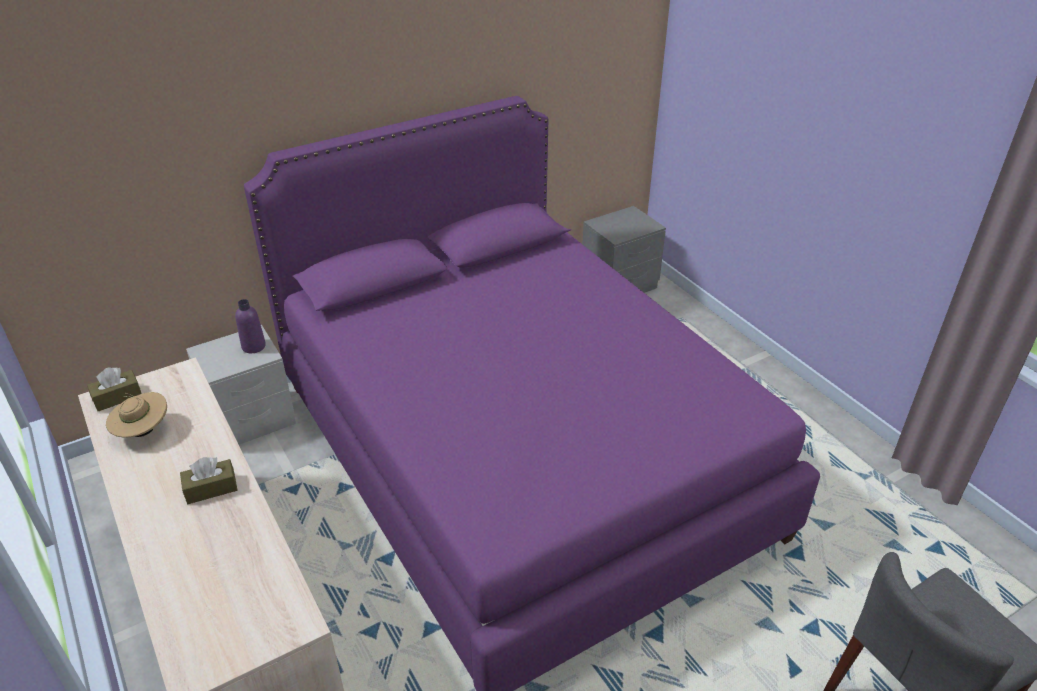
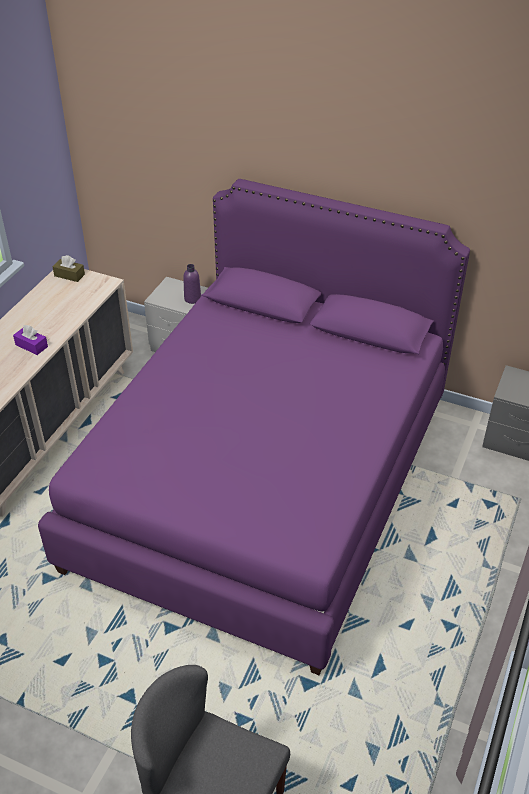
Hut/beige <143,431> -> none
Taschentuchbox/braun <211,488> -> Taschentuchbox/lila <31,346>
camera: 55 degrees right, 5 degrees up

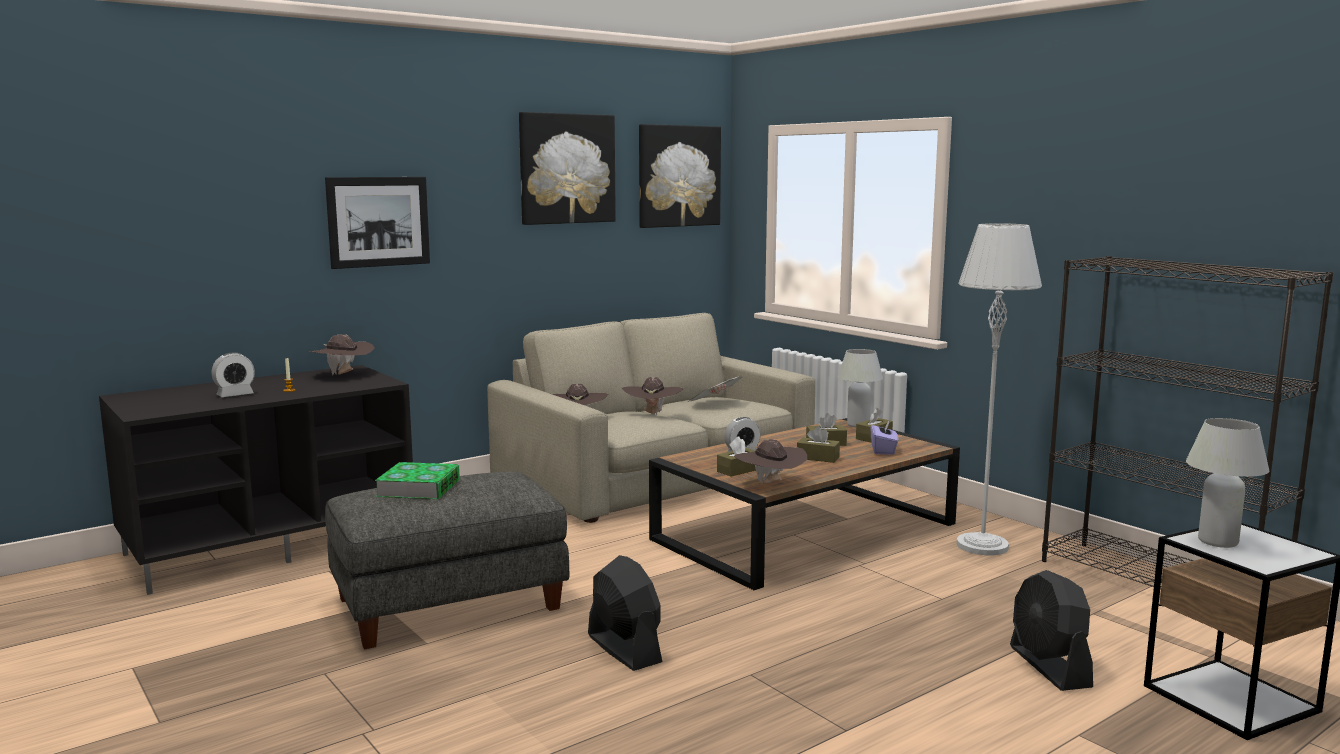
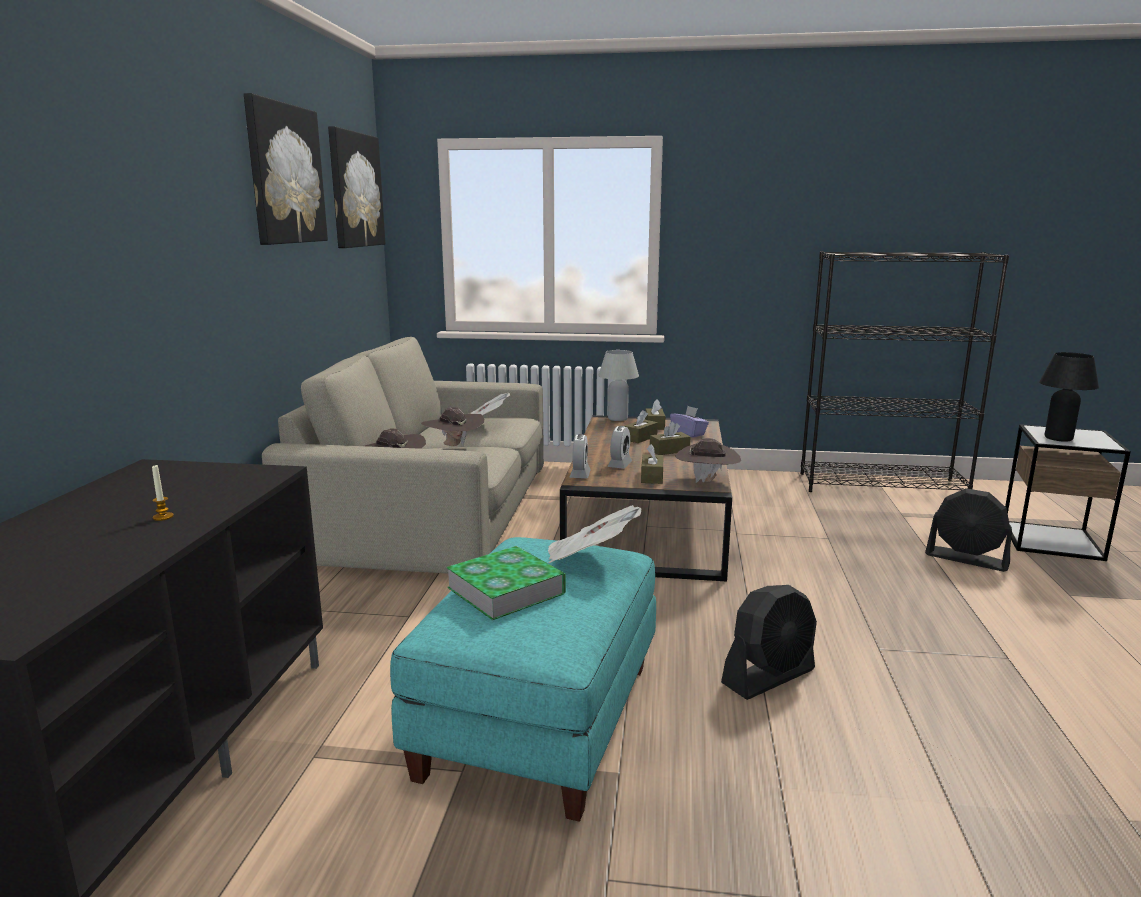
Bild <378,221> -> none
Stehlampe/grau <982,546> -> none
Hut/braun <343,375> -> none
Wecker <235,395> -> Wecker <580,474>, shifted
Tischlampe/weiß <1218,542> -> Tischlampe/schwarz <1058,438>
Polsterhocker/grau <449,603> -> Polsterhocker/türkis <538,717>
Ventilator/schwarz <624,648> -> Ventilator/schwarz <769,676>, 135 degrees clockwise
none -> Zeitung <590,558>
camera: 45 degrees left, 5 degrees up

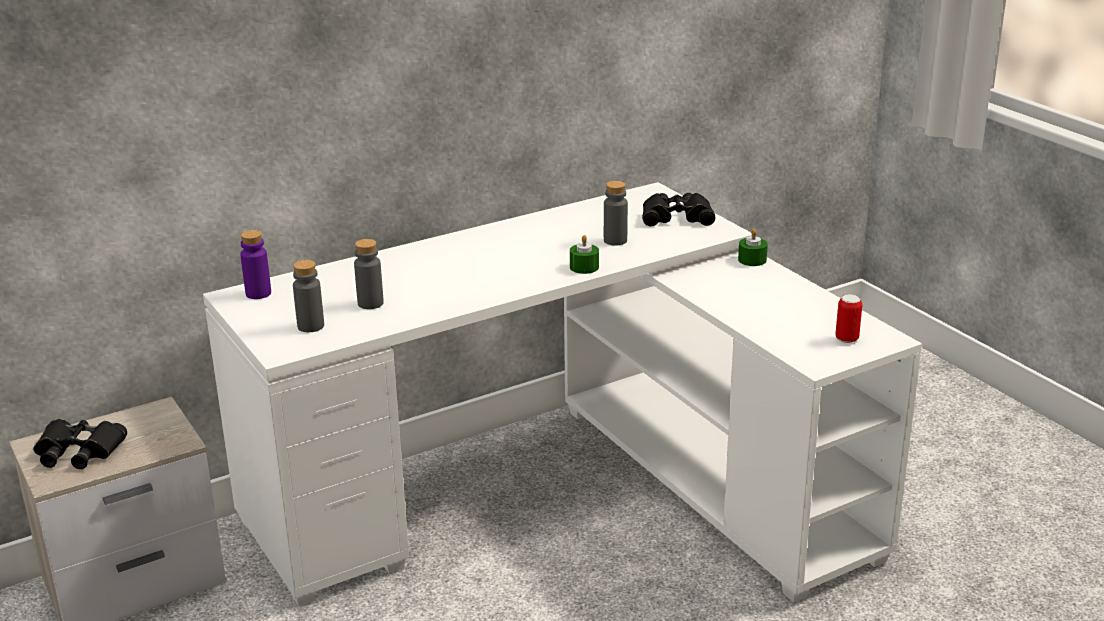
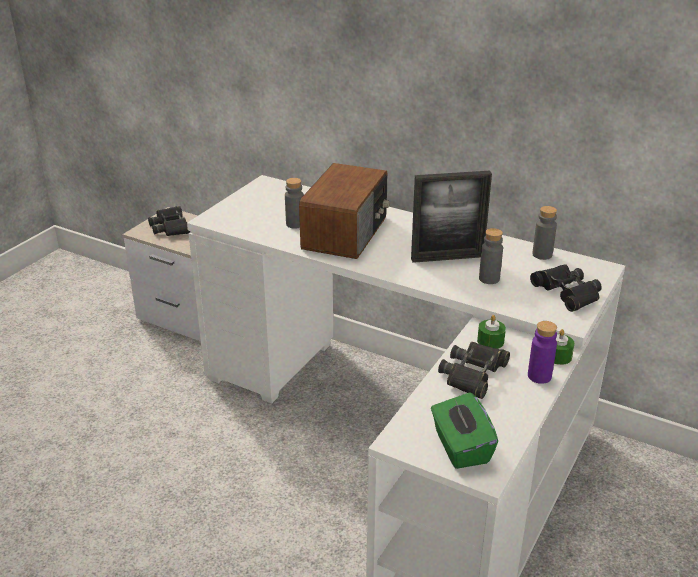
Flasche/lila <258,293> -> Flasche/lila <539,376>, shifted
Kerze/grün <584,267> -> Kerze/grün <490,341>, shifted
Flasche/grau <310,326> -> Flasche/grau <542,255>, shifted
Dose <846,339> -> Taschentuchbox/grün <460,447>
none -> Radio <346,233>
none -> Bilderrahmen <447,258>
none -> Fernglas/schwarz <473,374>
camera: 60 degrees right, 5 degrees up

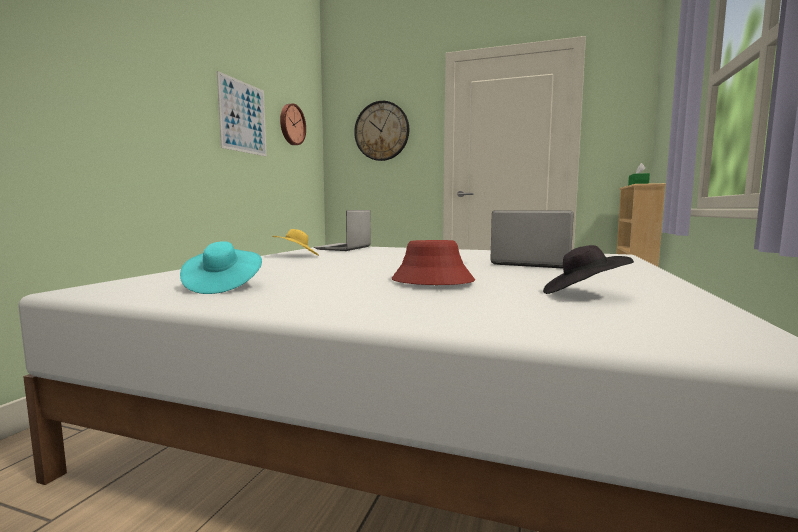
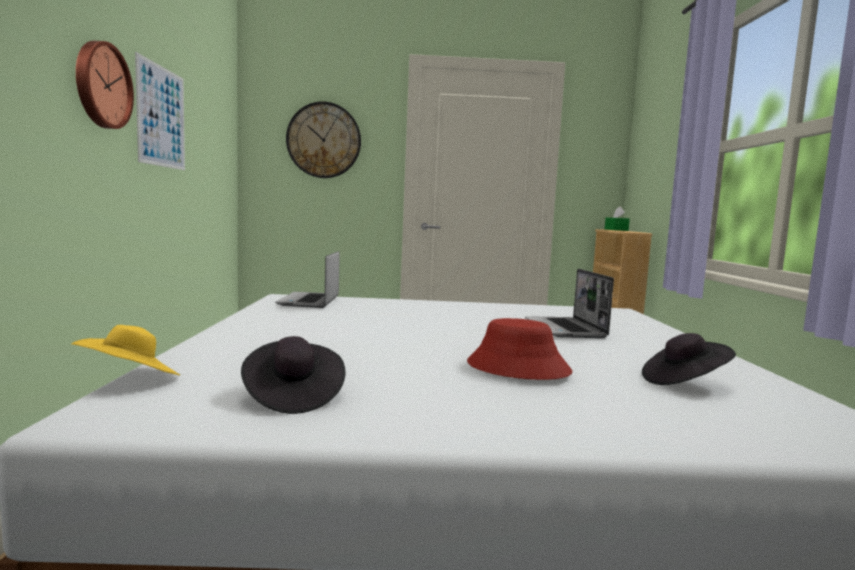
Wanduhr <291,124> -> Wanduhr <101,85>, shifted
Laptop <531,263> -> Laptop <566,329>, 105 degrees counterclockwise
Hut/gelb <297,256> -> Hut/gelb <130,380>, shifted
Hut/türkis <222,287> -> Hut/schwarz <292,397>
camera: 20 degrees left, 0 degrees up

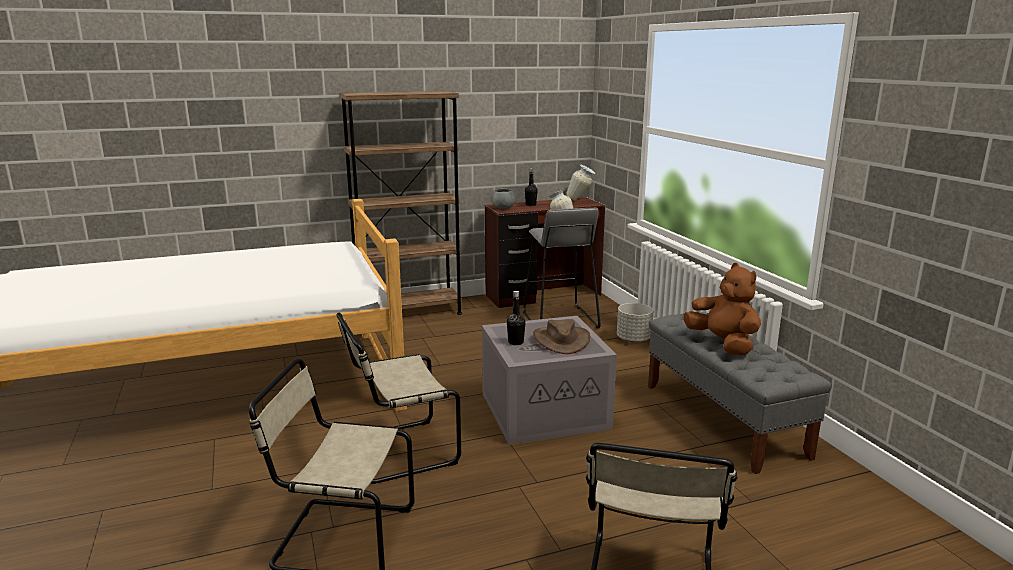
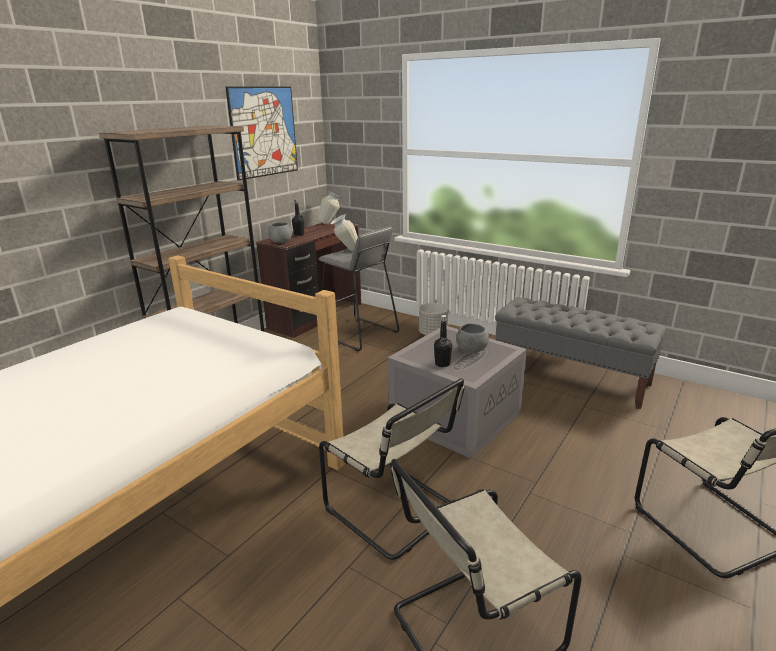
Plüschtier/braun <723,344> -> none
Stuhl/beige <397,452> -> Stuhl/beige <395,511>, 75 degrees counterclockwise
Hut/braun <561,340> -> Schüssel/grau <471,350>
none -> Bild <264,132>
camera: 35 degrees left, 5 degrees up

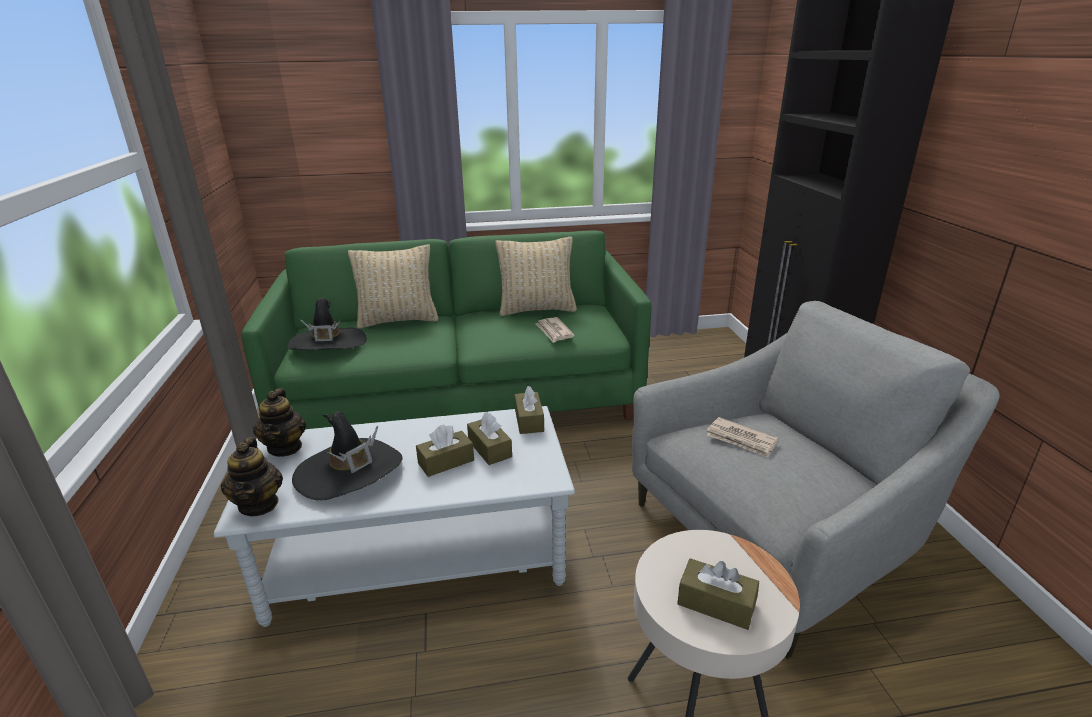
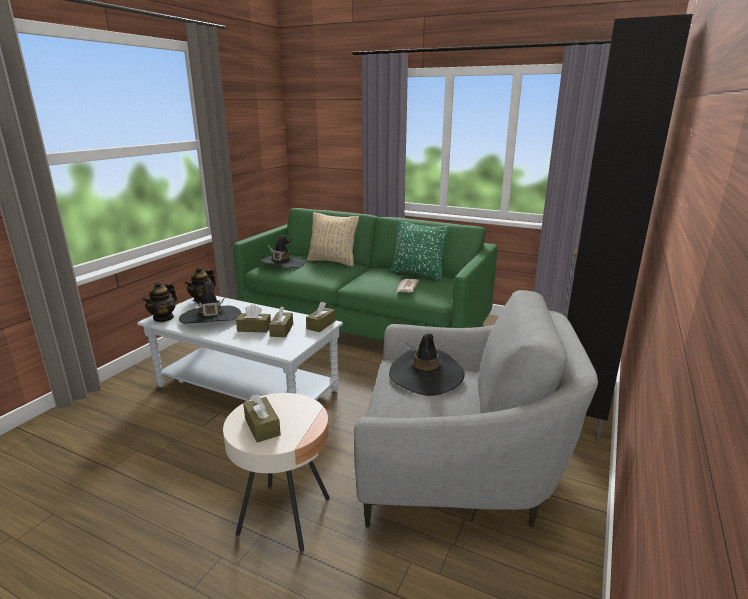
Kissen/beige <537,310> -> Kissen/grün <418,274>
Zeitung <741,440> -> Hut/schwarz <426,375>
camera: 35 degrees right, 5 degrees down

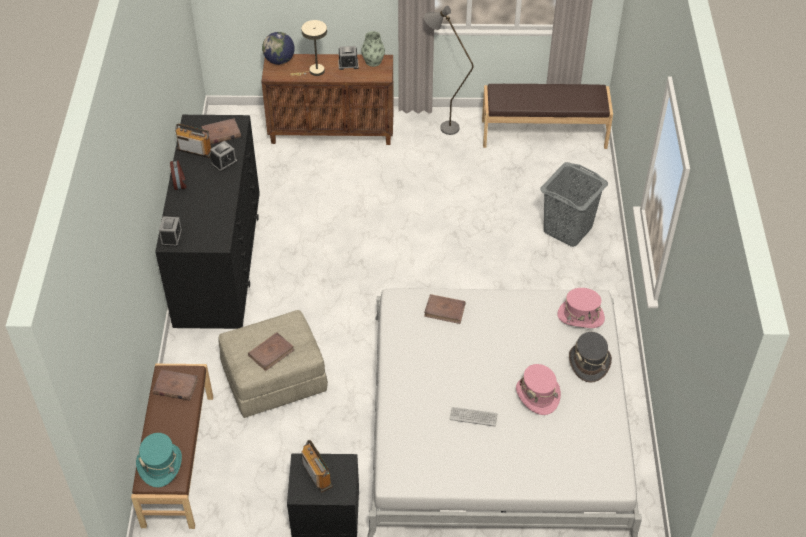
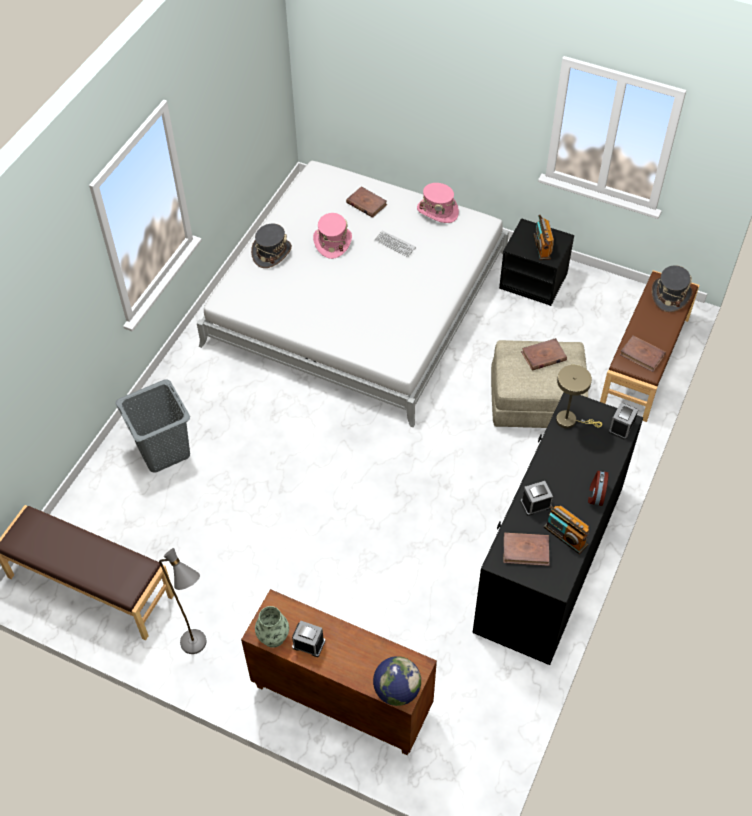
Tischlampe/beige <314,71> -> Tischlampe/beige <570,420>, shifted
Hut/rosa <580,316> -> Hut/rosa <437,211>, shifted
Buch/braun <445,310> -> Buch/braun <366,204>, shifted
Hut/türkis <160,465> -> Hut/grau <670,295>
camera: 155 degrees left, 5 degrees up

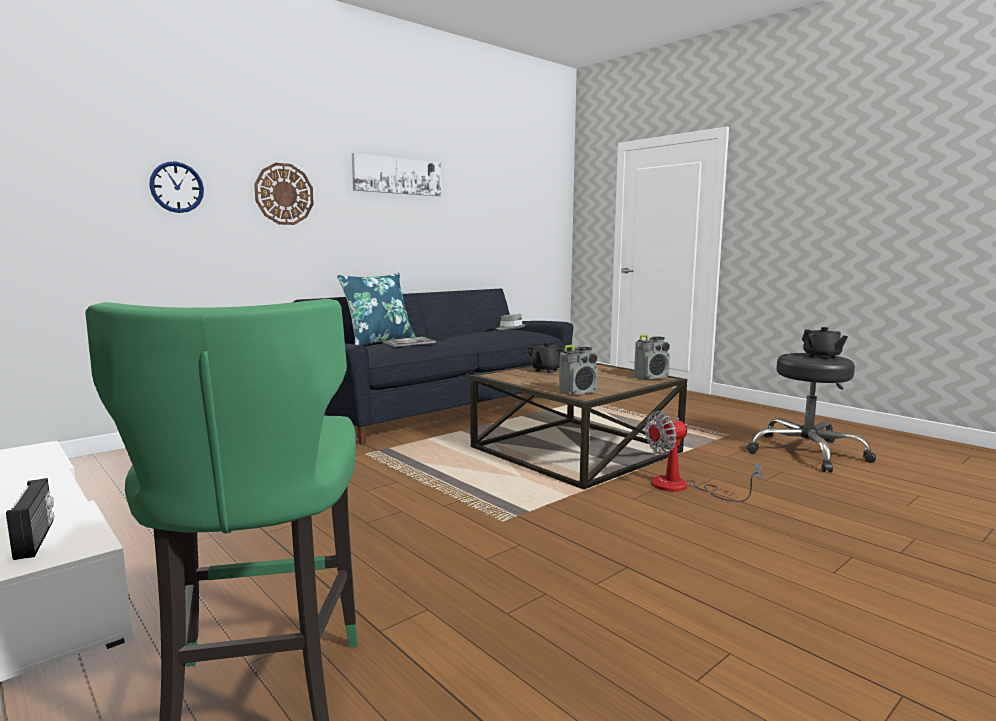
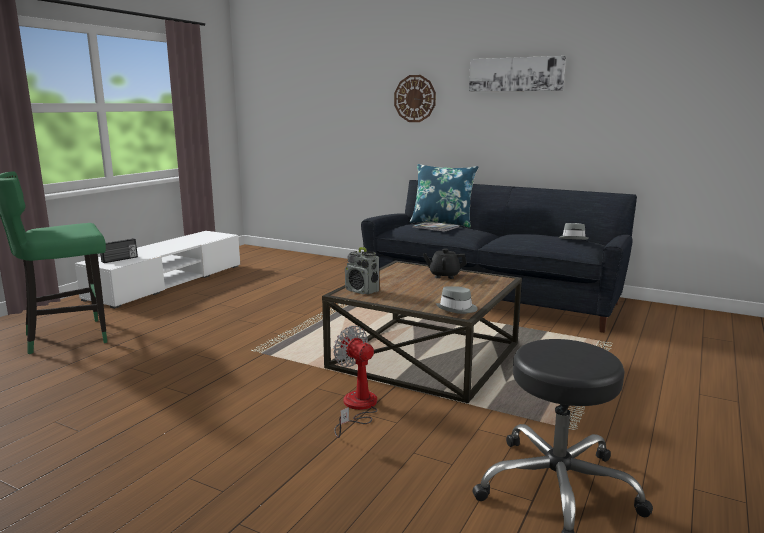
Wanduhr <177,187> -> none
Teekanne/schwarz <822,357> -> none
Radio <651,377> -> Hut/grau <457,309>
camera: 70 degrees right, 5 degrees up

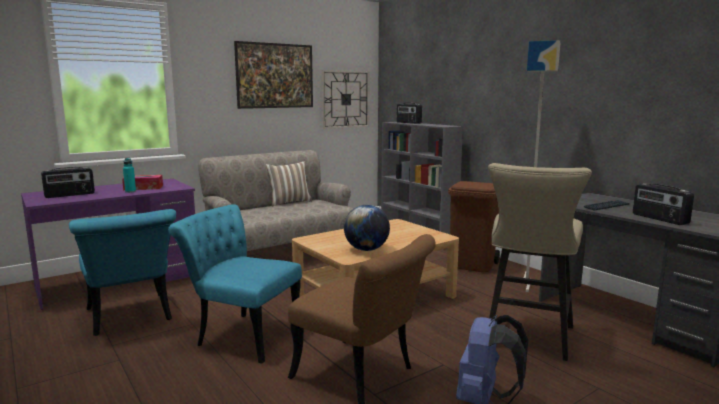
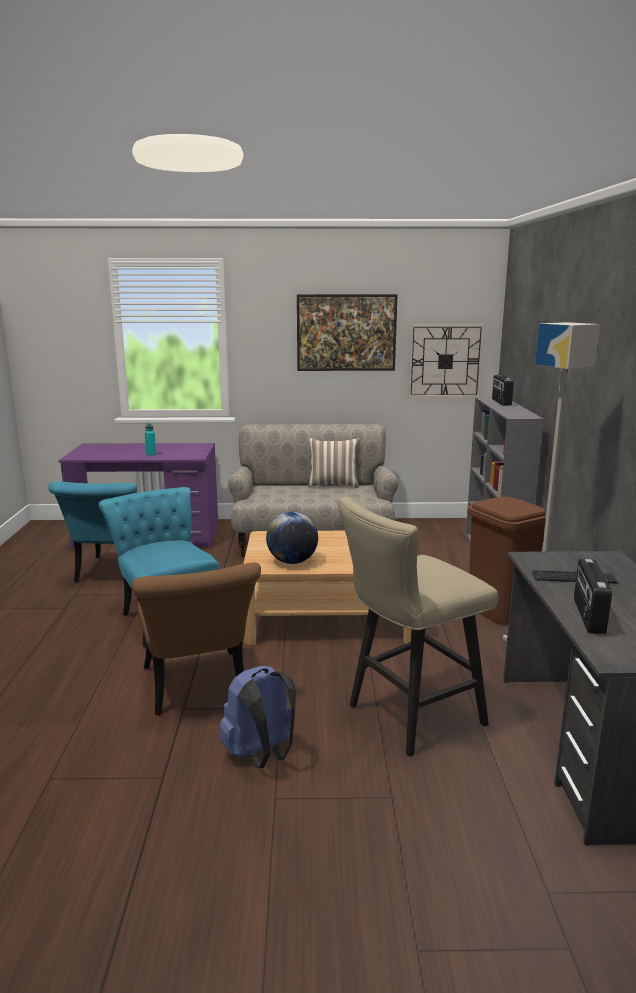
Radio <70,195> -> none
Taschentuchbox <143,188> -> none
camera: 35 degrees right, 5 degrees up

